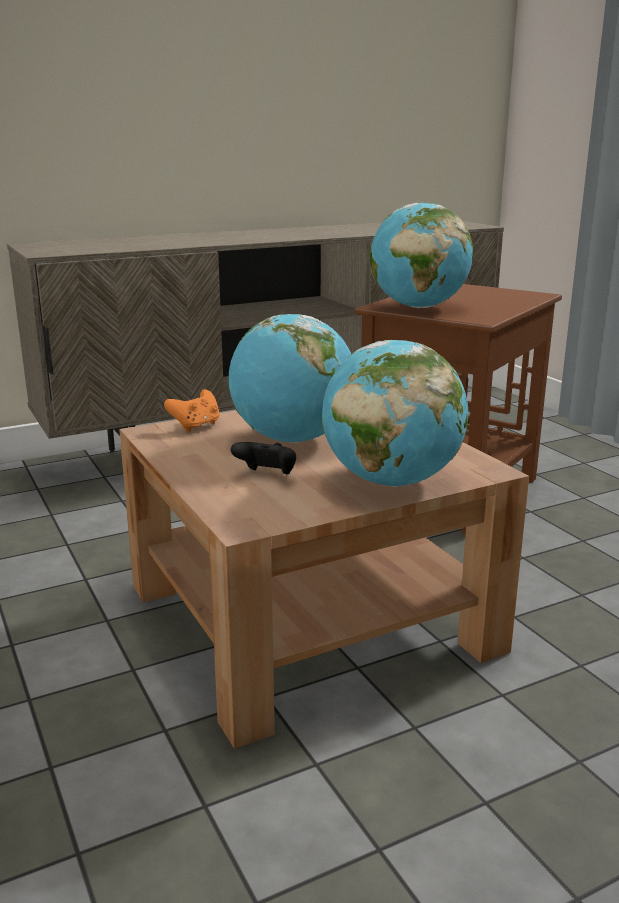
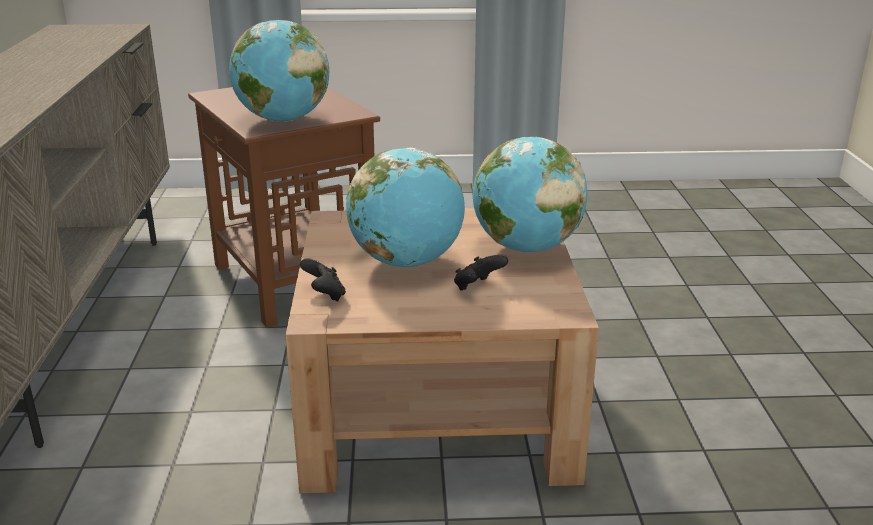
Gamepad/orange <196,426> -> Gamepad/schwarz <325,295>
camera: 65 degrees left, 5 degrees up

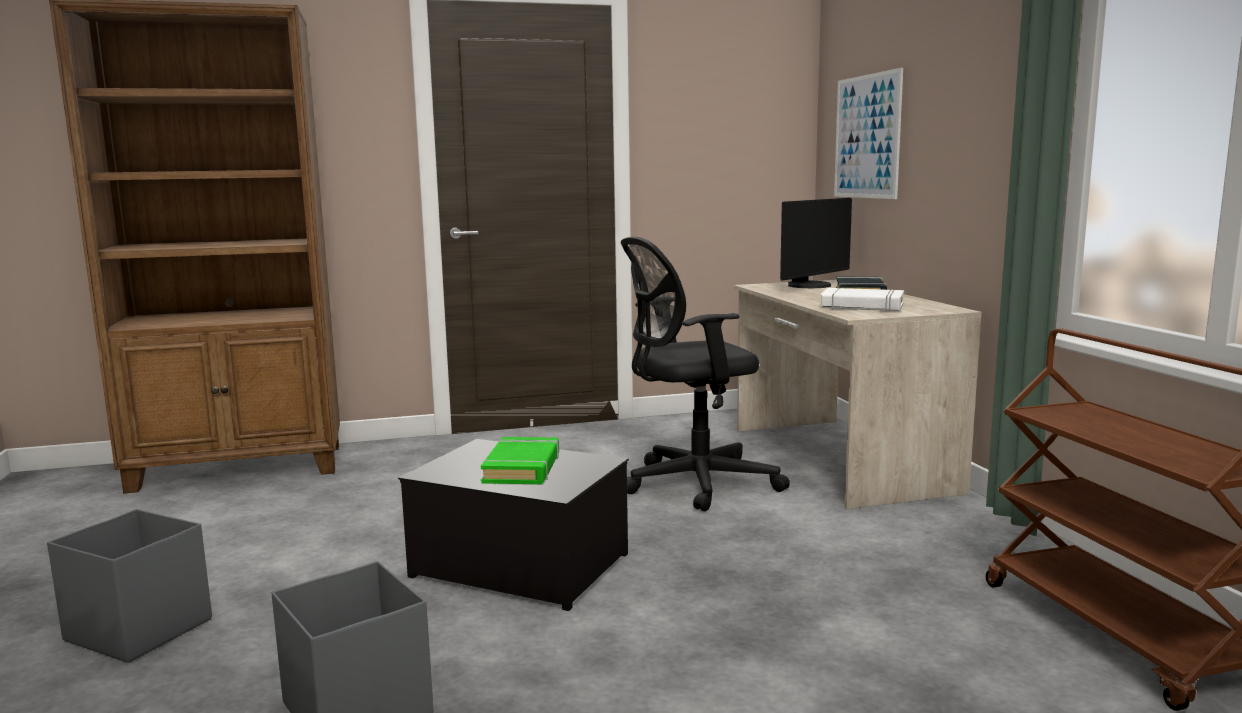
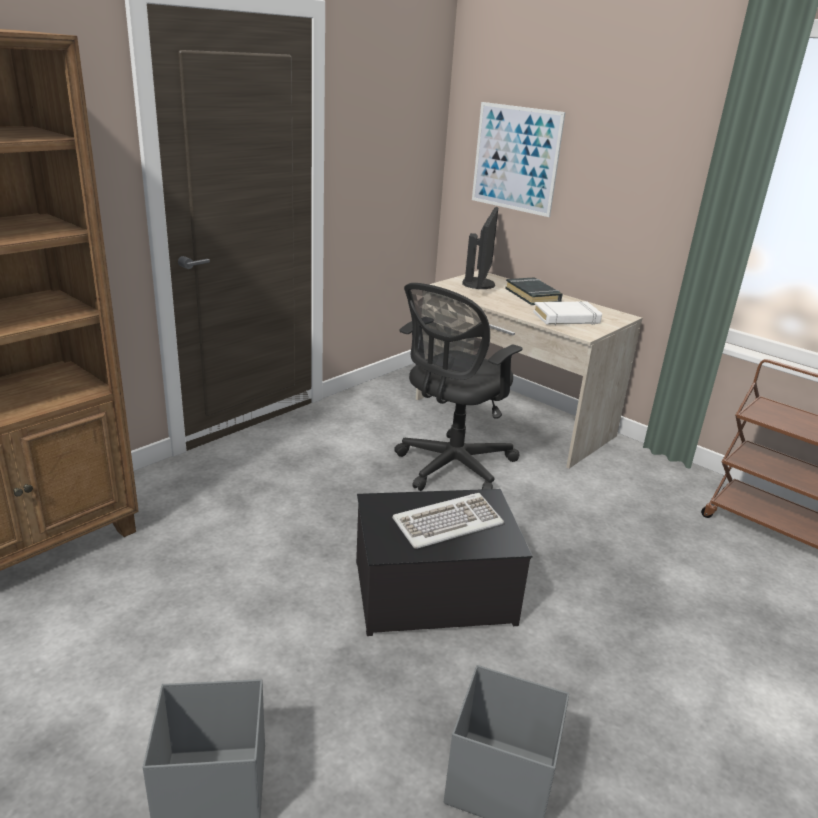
Buch/grün <522,468> -> Tastatur <447,523>
camera: 35 degrees left, 15 degrees up

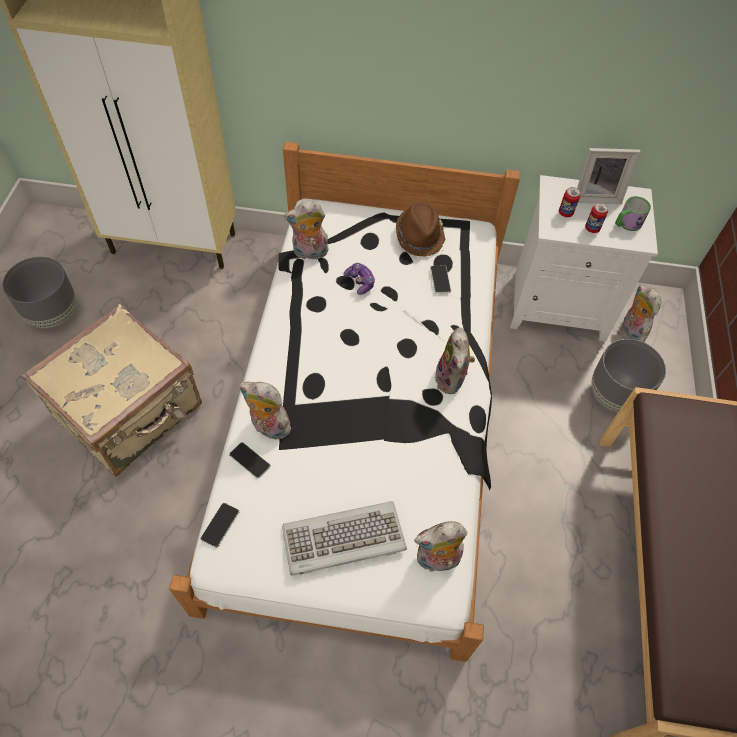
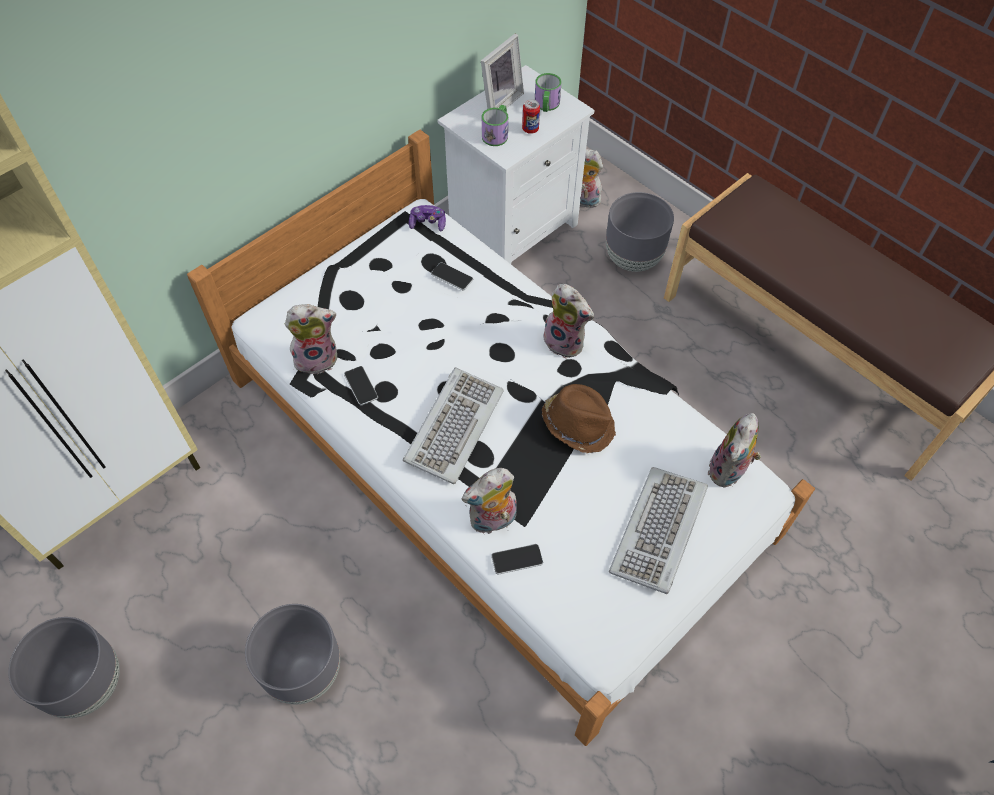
Dose <565,213> -> Henkelbecher <497,133>
Plüschtier <309,253> -> Plüschtier <317,358>, 135 degrees counterclockwise
Hut/braun <420,236> -> Hut/braun <578,424>, shifted
Gamepad <360,282> -> Gamepad <428,223>, shifted
Koffer/beige <131,412> -> Pflanzkübel/grau <304,670>
Handy <220,525> -> Handy <361,386>, shifted
none -> Tastatur <453,426>
camera: 50 degrees left, 0 degrees up

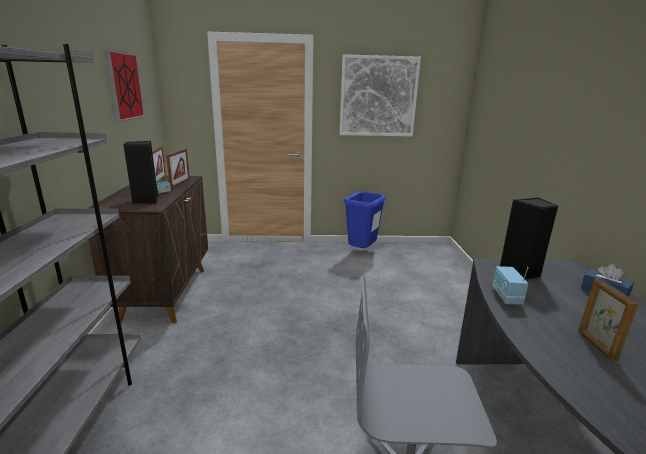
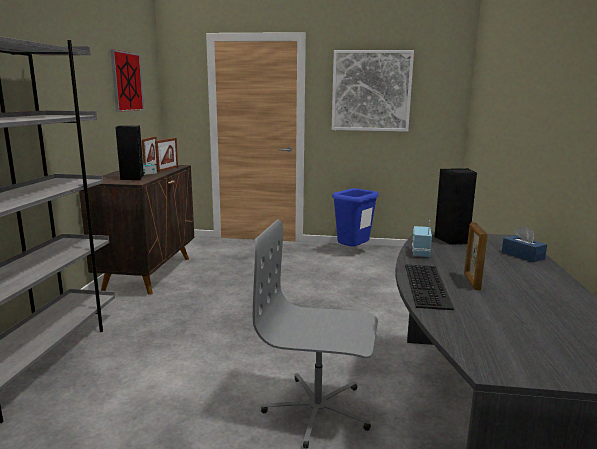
none -> Tastatur <429,286>
camera: 10 degrees right, 5 degrees down

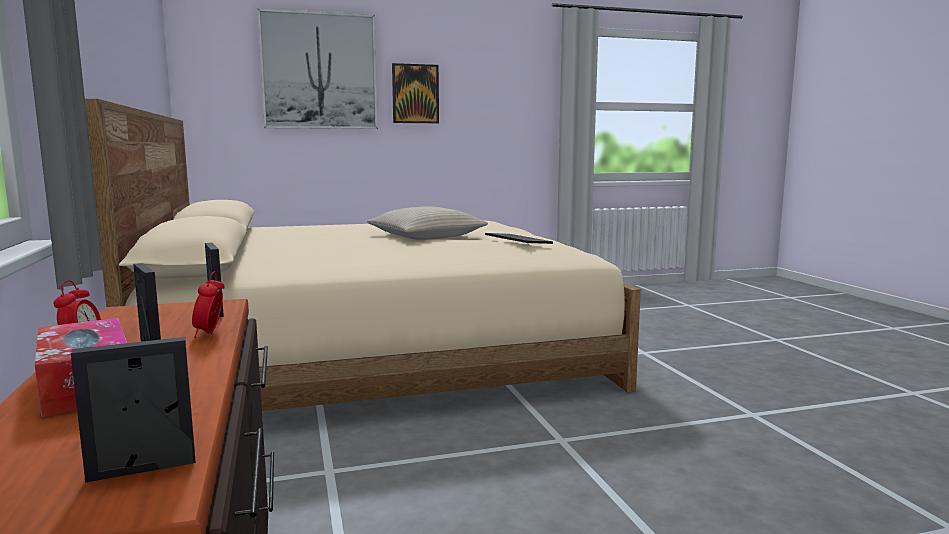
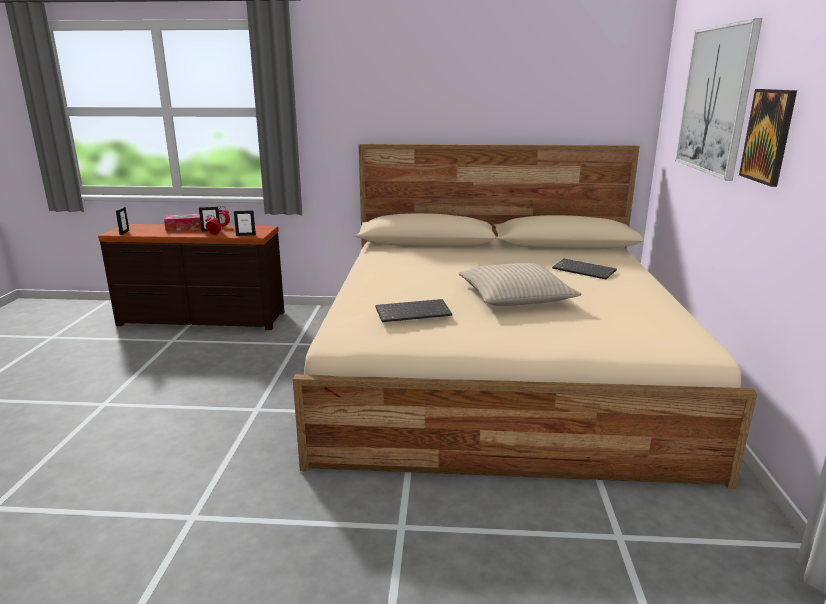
none -> Tastatur <585,270>
camera: 110 degrees right, 10 degrees up

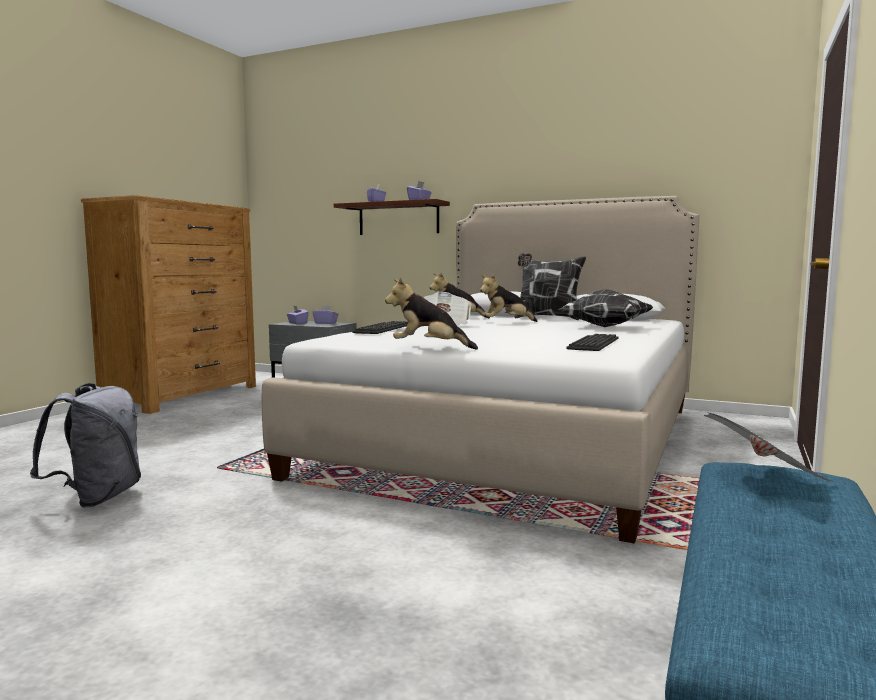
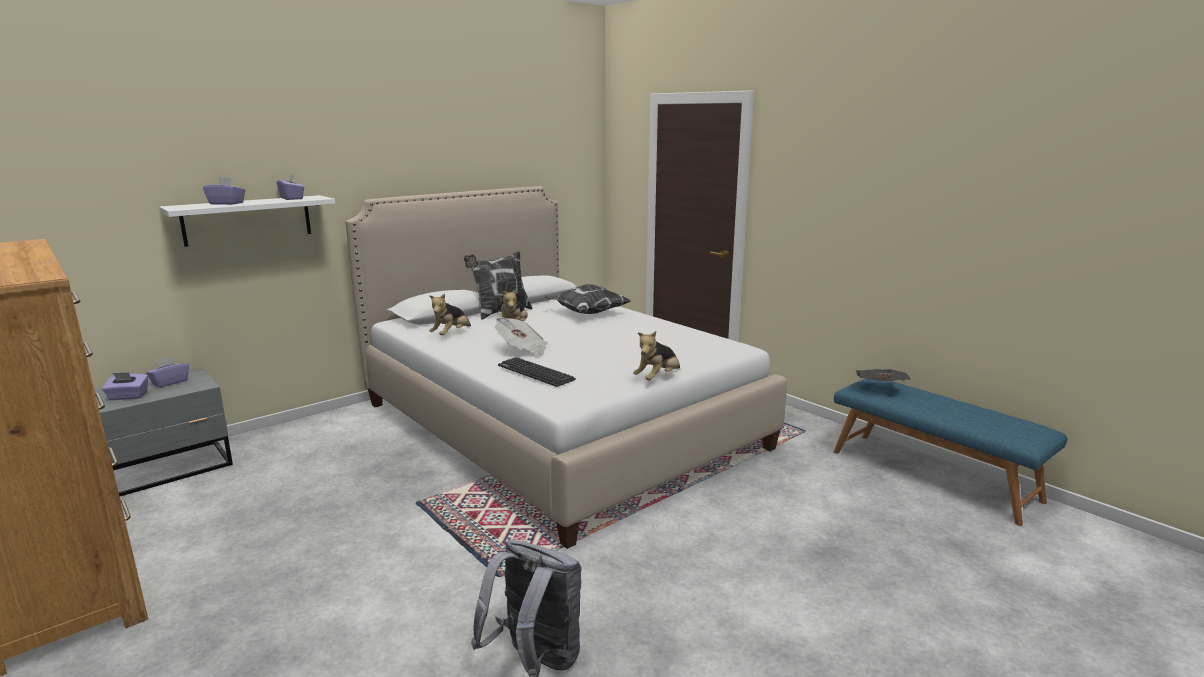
Wandregal/braun <398,219> -> Wandregal/weiß <247,220>
Tastatur <593,344> -> none
camera: 65 degrees left, 10 degrees up

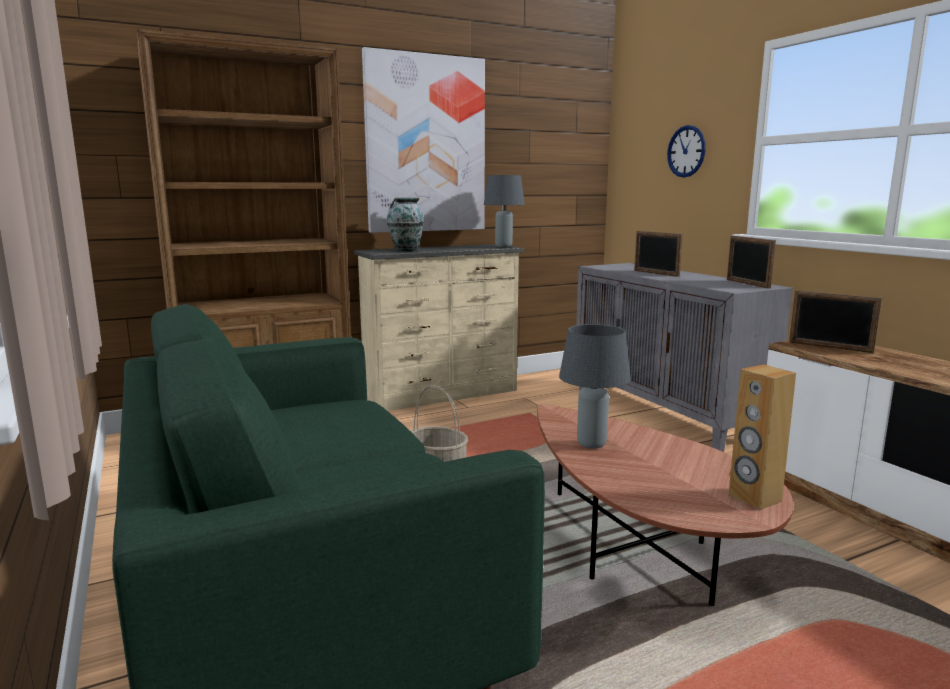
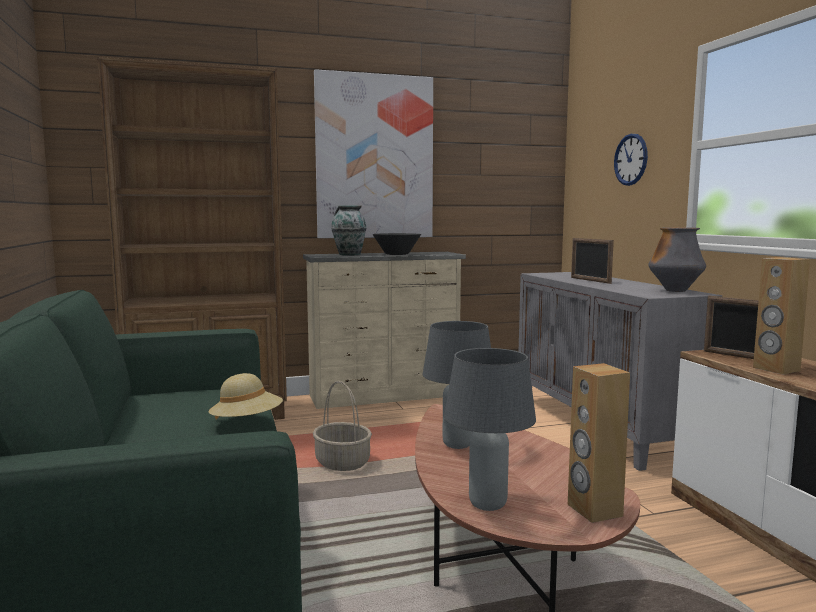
Tischlampe/grau <504,246> -> Tischlampe/grau <489,504>, shifted
Bilderrahmen <747,283> -> Vase <675,291>
none -> Schüssel/schwarz <397,254>
none -> Lautsprecher/braun <776,369>
none -> Hut/beige <247,423>
camera: 10 degrees right, 5 degrees down

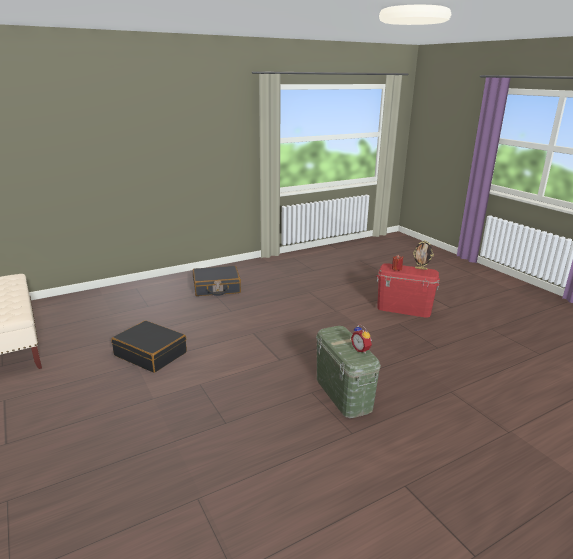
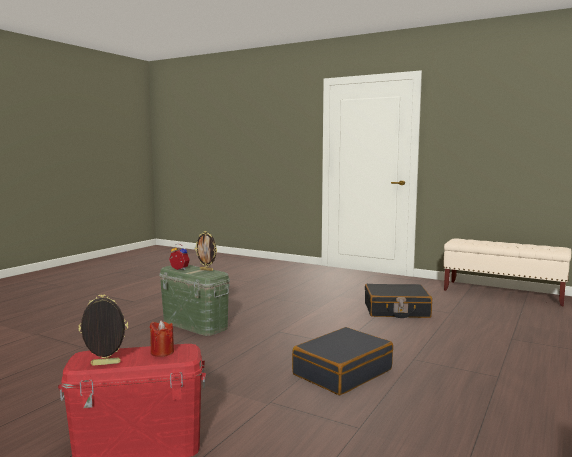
Koffer/schwarz <216,288> -> Koffer/schwarz <342,372>, shifted
none -> Bilderrahmen <206,270>
camera: 150 degrees right, 15 degrees down

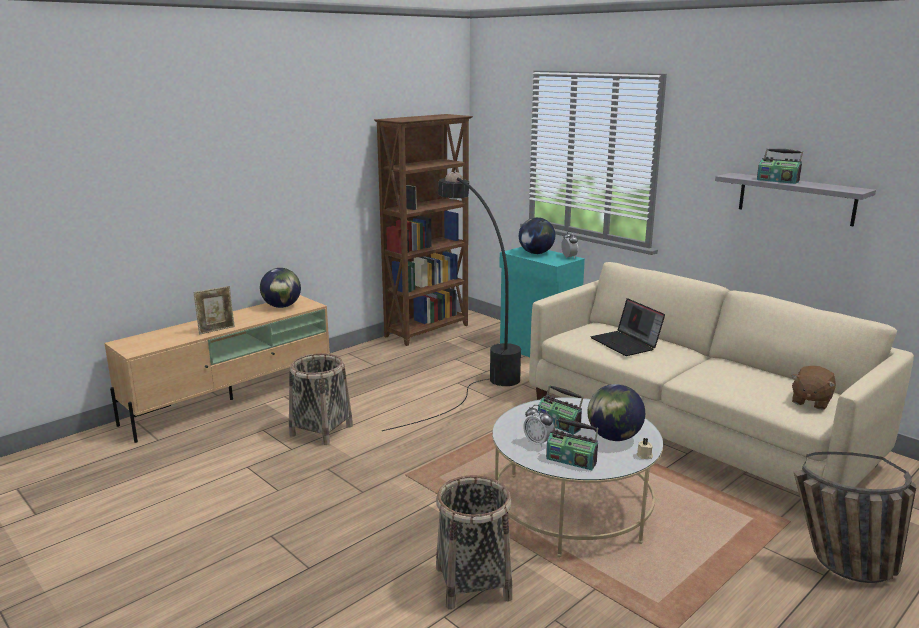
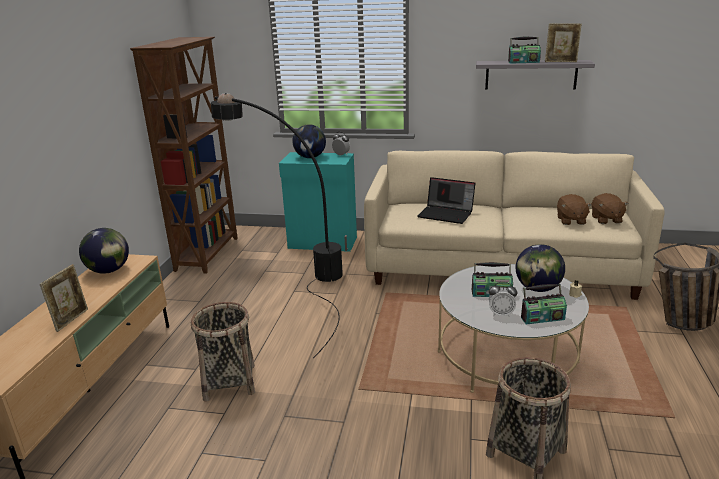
none -> Bilderrahmen <561,62>
none -> Plüschtier/braun <570,220>
camera: 35 degrees left, 5 degrees up

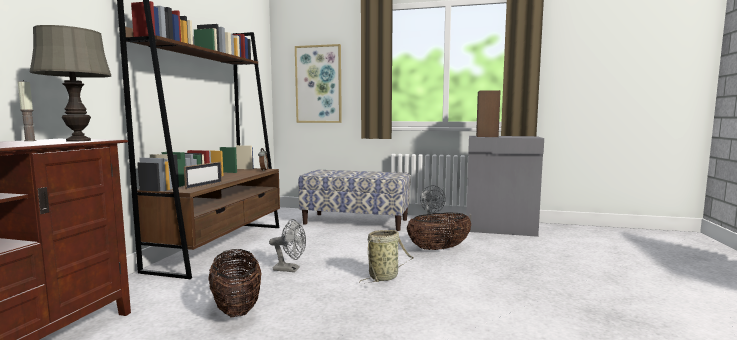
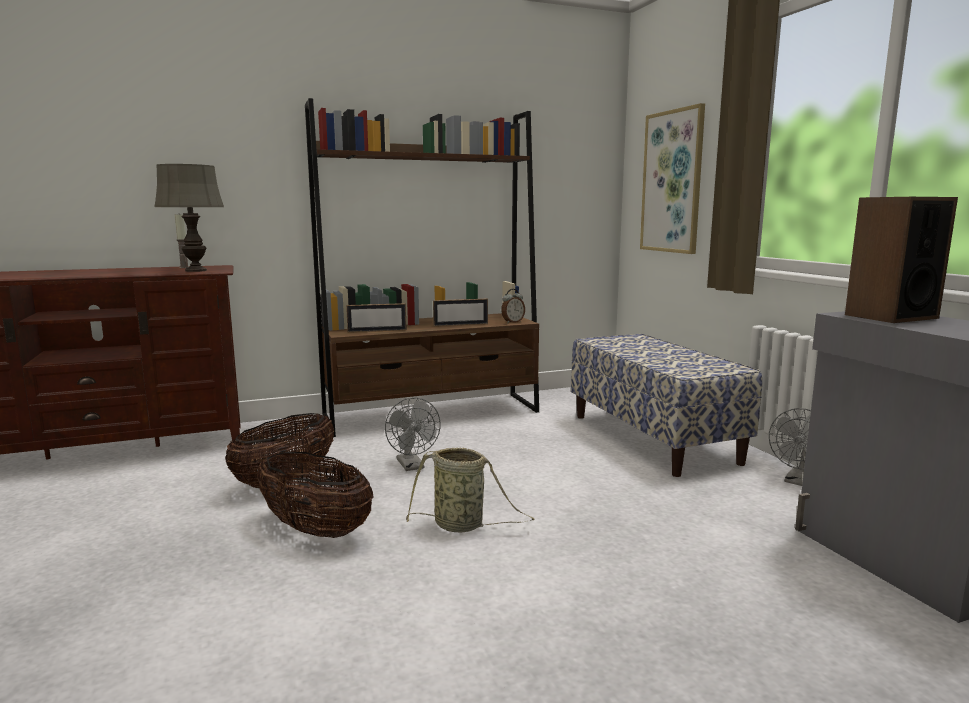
Korb <439,249> -> Korb <316,530>, shifted
none -> Bilderrahmen <460,325>
camera: 55 degrees right, 5 degrees up

